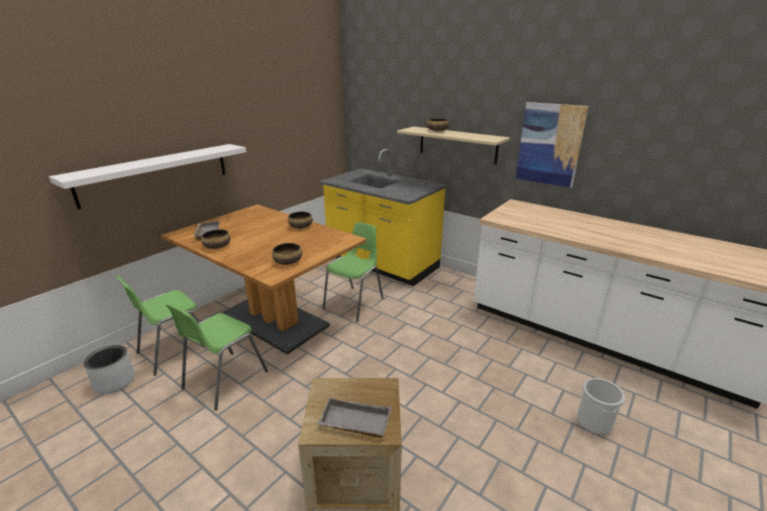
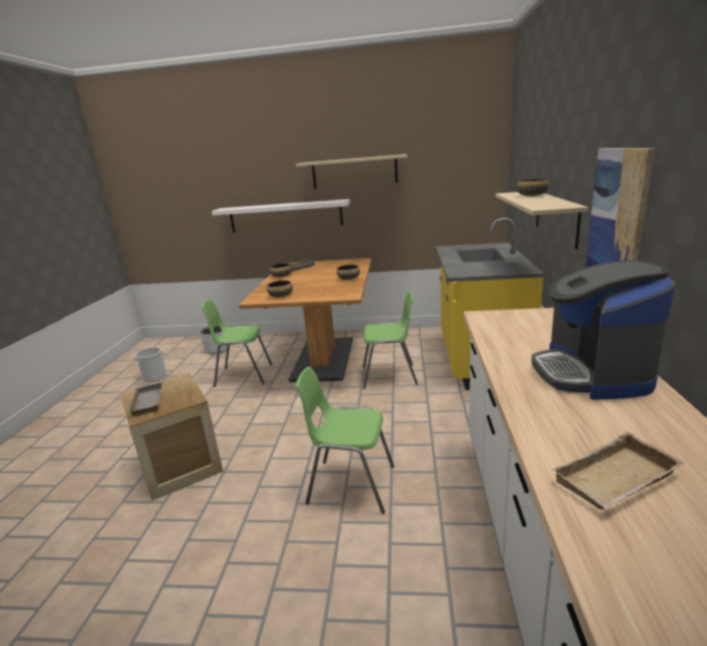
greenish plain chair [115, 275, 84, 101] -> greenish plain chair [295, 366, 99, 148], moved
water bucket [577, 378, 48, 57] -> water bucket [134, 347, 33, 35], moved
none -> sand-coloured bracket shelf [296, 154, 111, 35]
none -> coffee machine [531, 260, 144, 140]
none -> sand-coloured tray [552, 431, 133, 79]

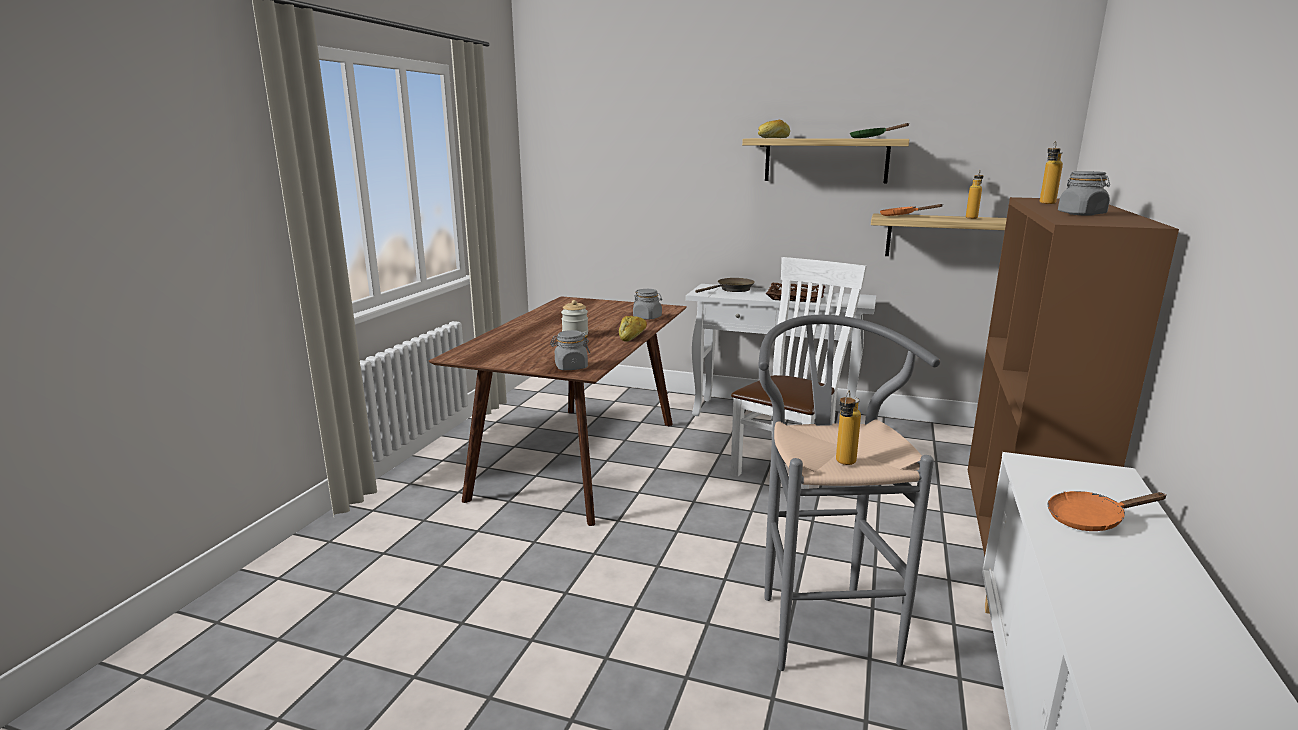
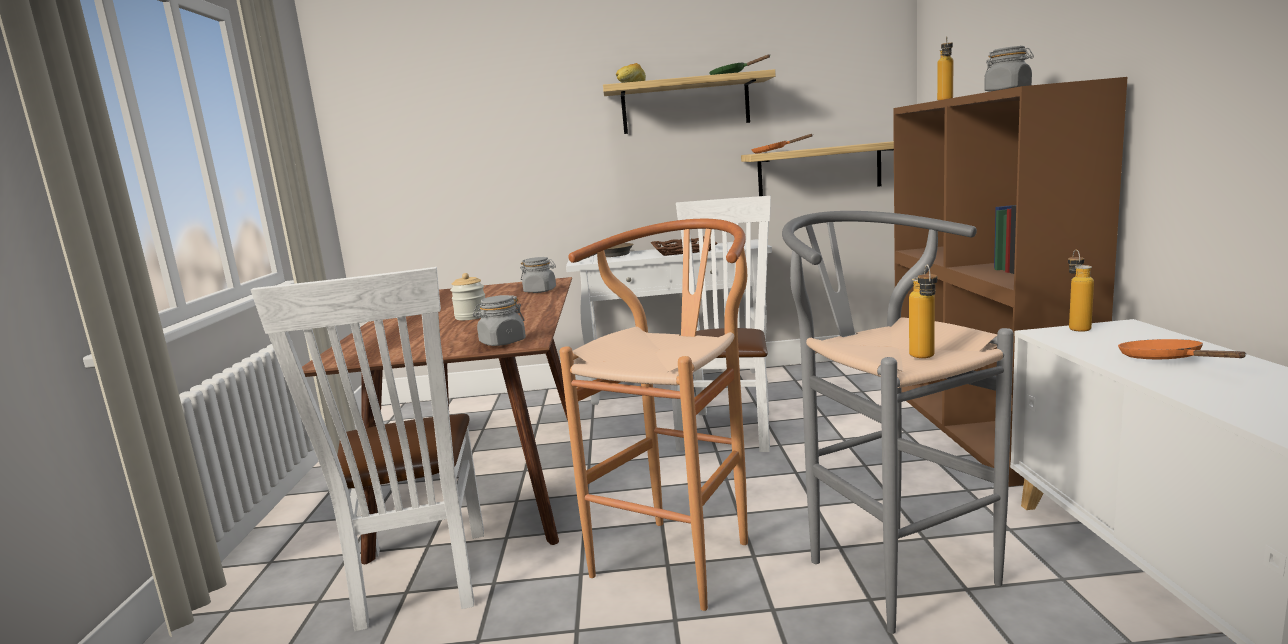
bread [619, 316, 28, 26] -> none
beverage bottle [966, 170, 18, 49] -> beverage bottle [1068, 250, 26, 82], moved
orange frying pan [1048, 491, 119, 40] -> orange frying pan [1118, 339, 128, 20], 105 degrees clockwise
none -> whitish plain chair [251, 267, 233, 364]
none -> brownish sitting stool [560, 219, 188, 392]

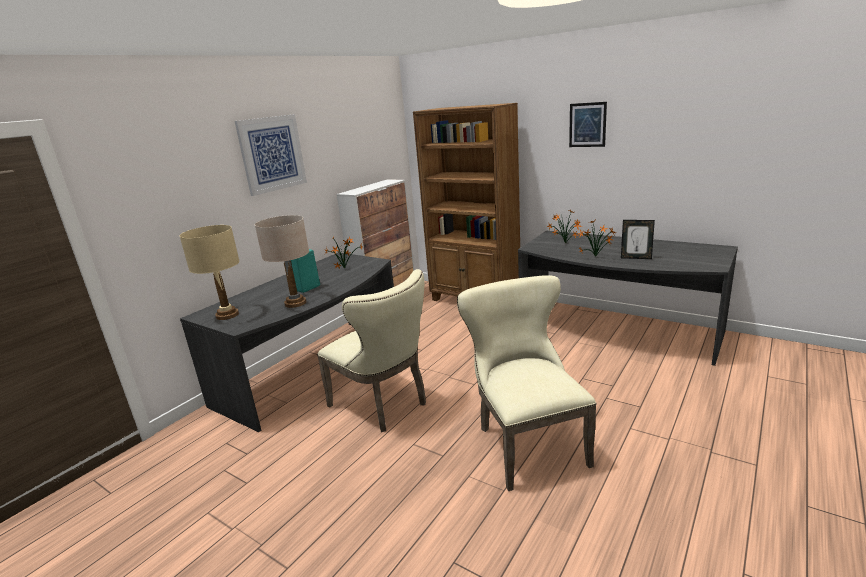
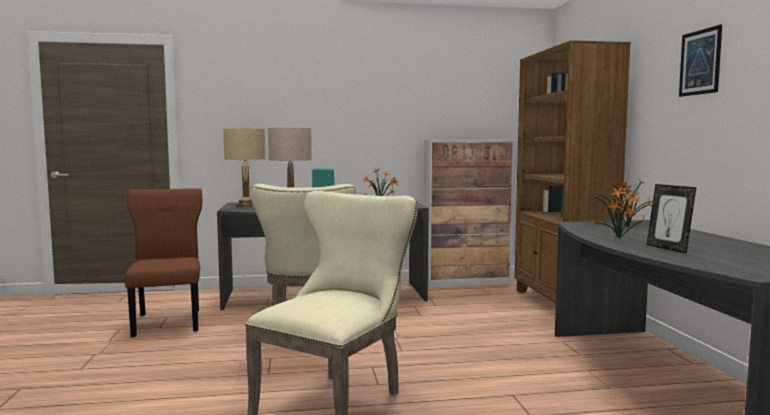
wall art [235, 114, 72, 82] -> none
none -> brownish plain chair [125, 188, 77, 149]

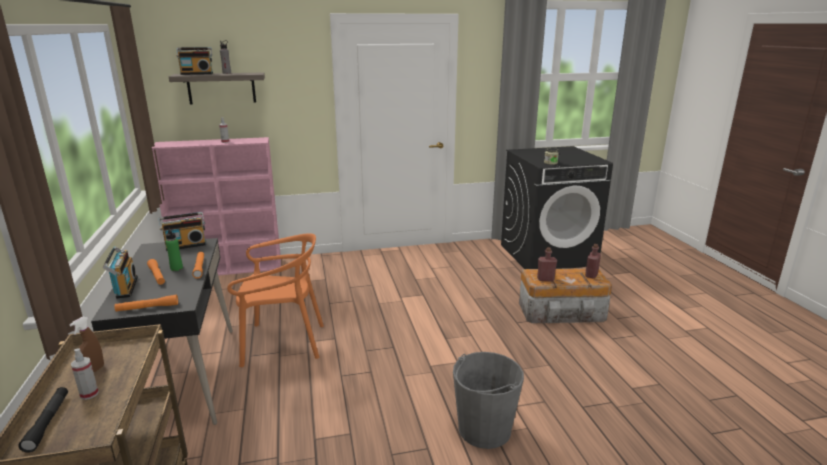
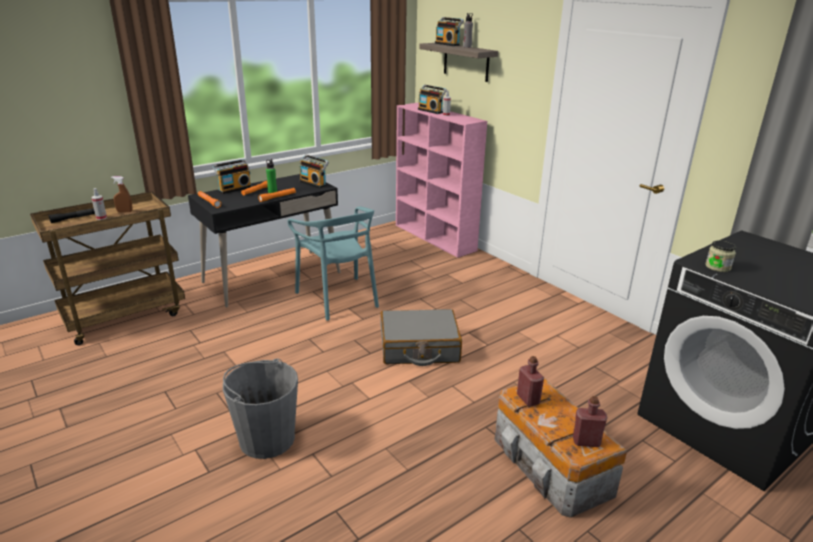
orange plain chair [227, 233, 97, 134] -> blue-green plain chair [288, 207, 91, 114]
none -> grey travel case [380, 309, 82, 57]
none -> radio [418, 85, 29, 29]

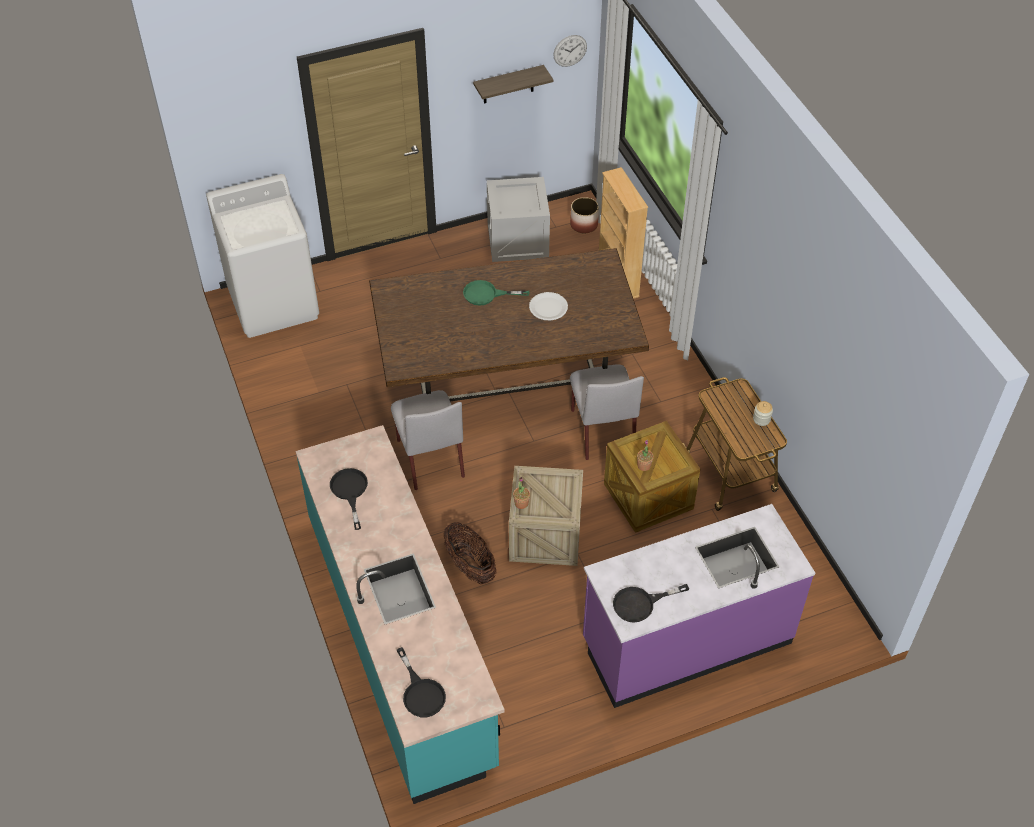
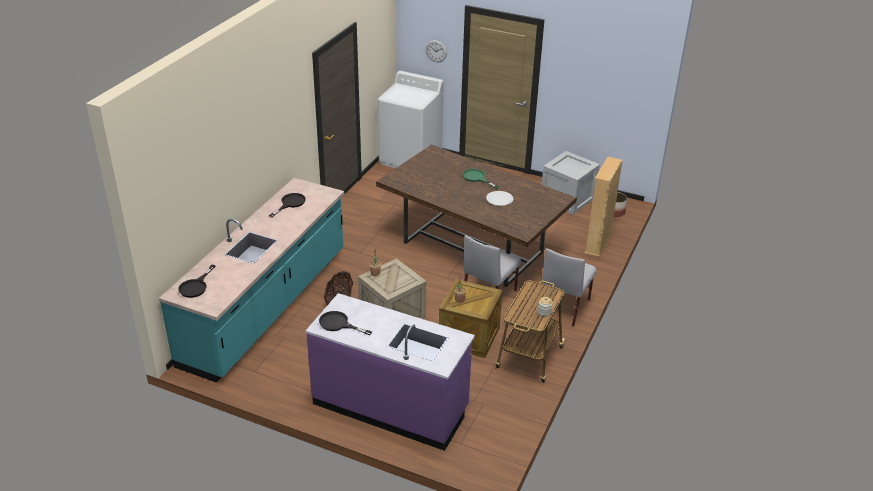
grey plain chair [391, 390, 74, 100] -> grey plain chair [542, 248, 55, 79], moved
bracket shelf [473, 65, 80, 38] -> none
clock on the wall [553, 35, 34, 32] -> clock on the wall [426, 40, 21, 22], moved

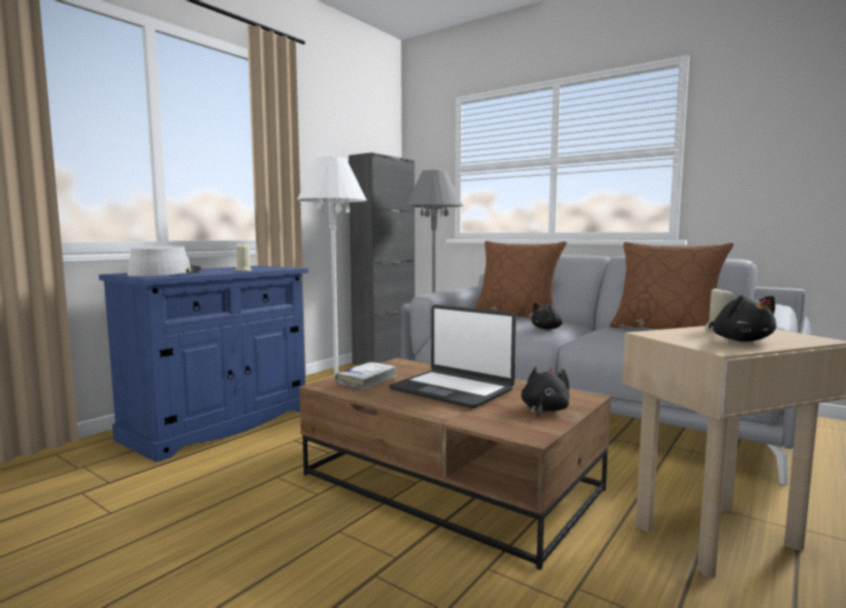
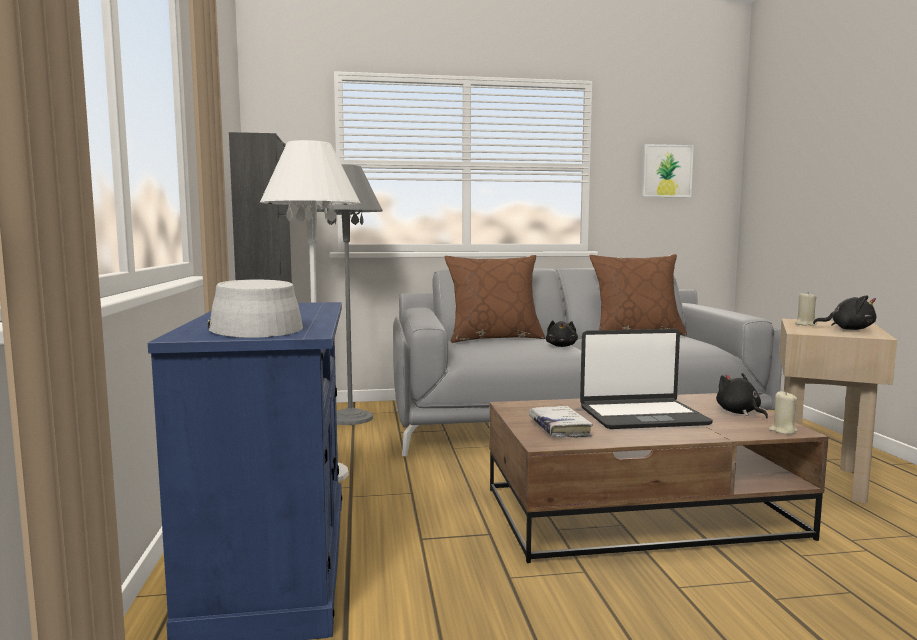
sand-coloured candle [235, 244, 17, 27] -> sand-coloured candle [769, 391, 29, 43], moved
none -> wall art [642, 144, 52, 53]

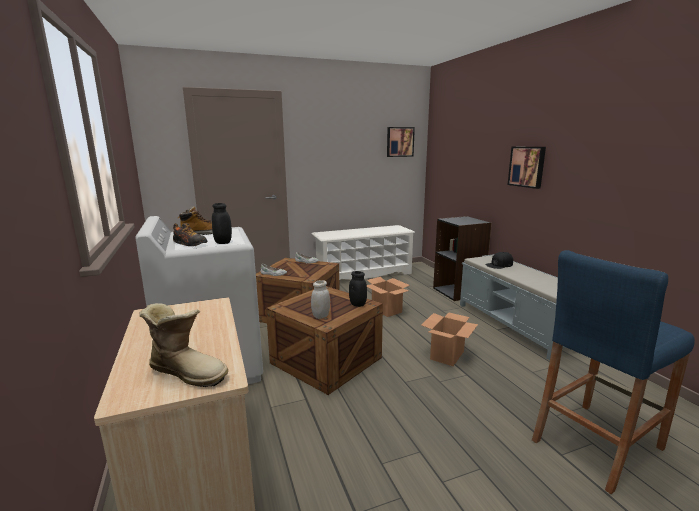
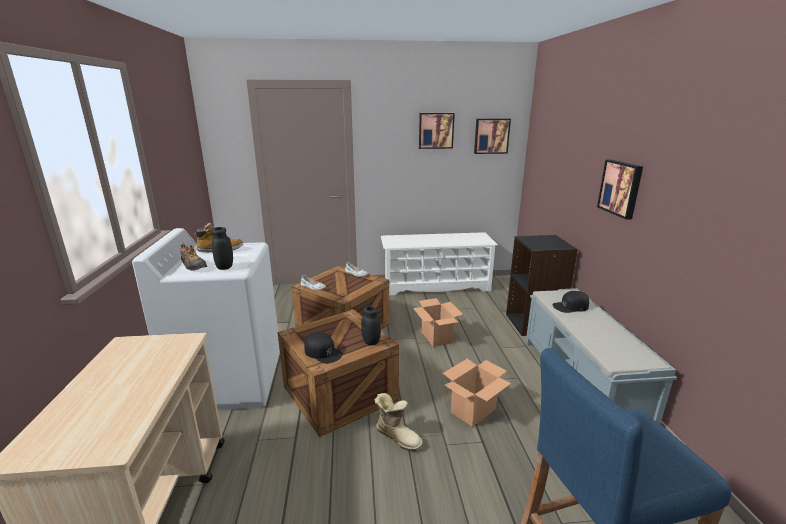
high-top boot [139, 303, 89, 84] -> high-top boot [374, 393, 49, 59], moved
whitish preserve jar [311, 280, 19, 39] -> blackish baseball cap [304, 332, 39, 32]
none -> wall art [419, 113, 36, 36]

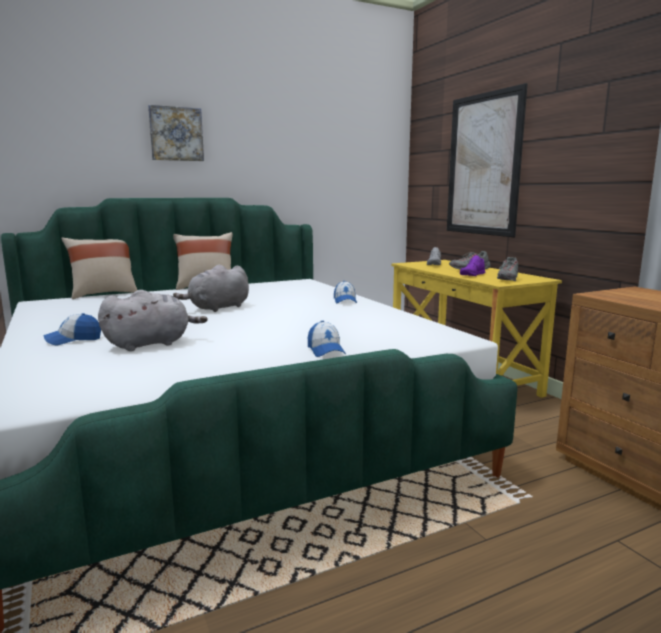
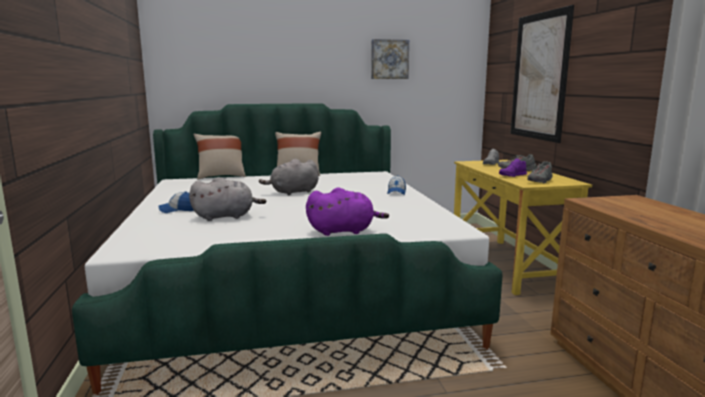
wall art [148, 105, 56, 56] -> wall art [371, 39, 38, 40], moved
baseball cap [308, 321, 38, 36] -> purple-coloured cuddly toy [306, 187, 83, 49]

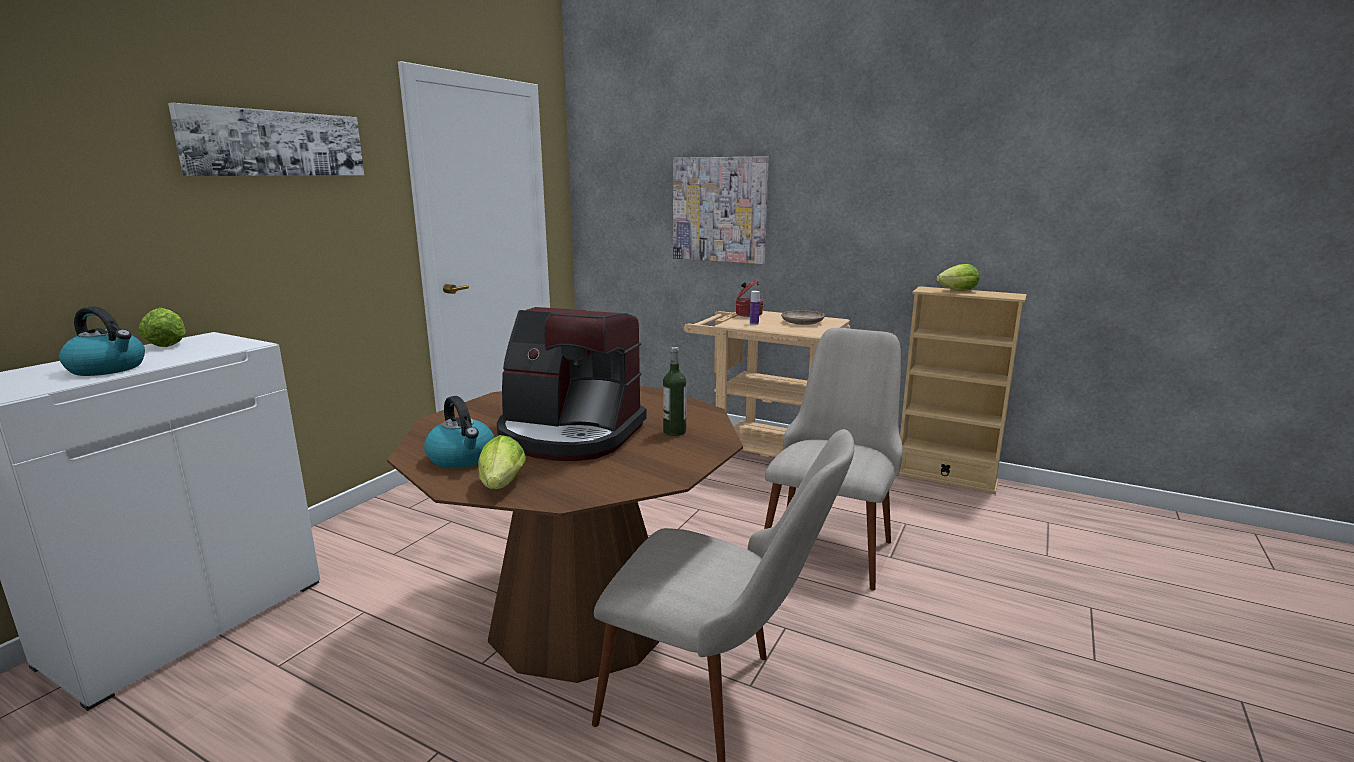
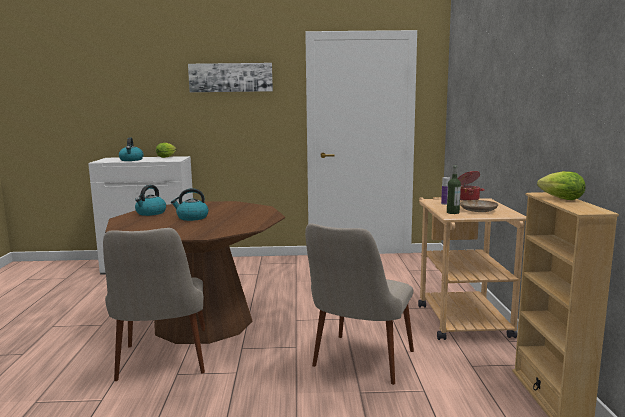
lettuce [478, 435, 48, 54] -> none
coffee machine [497, 307, 150, 154] -> tea kettle [171, 188, 38, 33]
beverage bottle [663, 347, 23, 89] -> beverage bottle [447, 165, 14, 49], moved
wall art [673, 156, 96, 108] -> none
sand-coloured plain chair [764, 328, 139, 263] -> sand-coloured plain chair [305, 224, 109, 161], 120 degrees clockwise

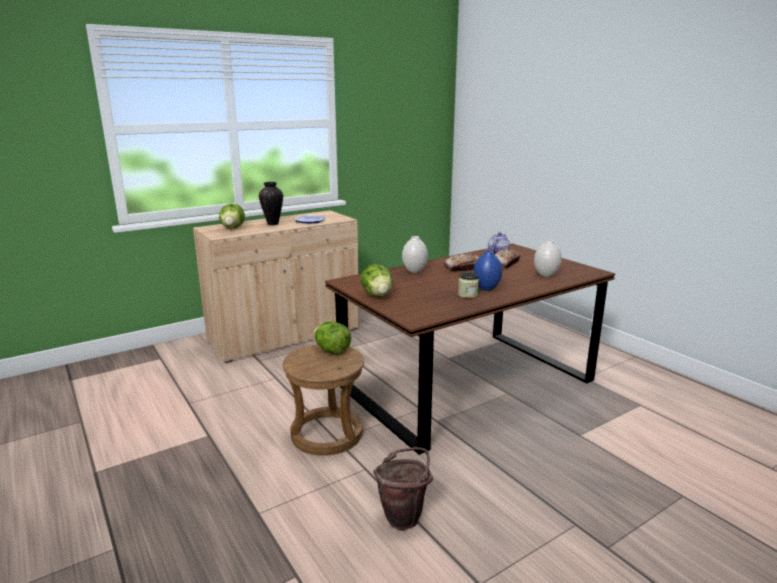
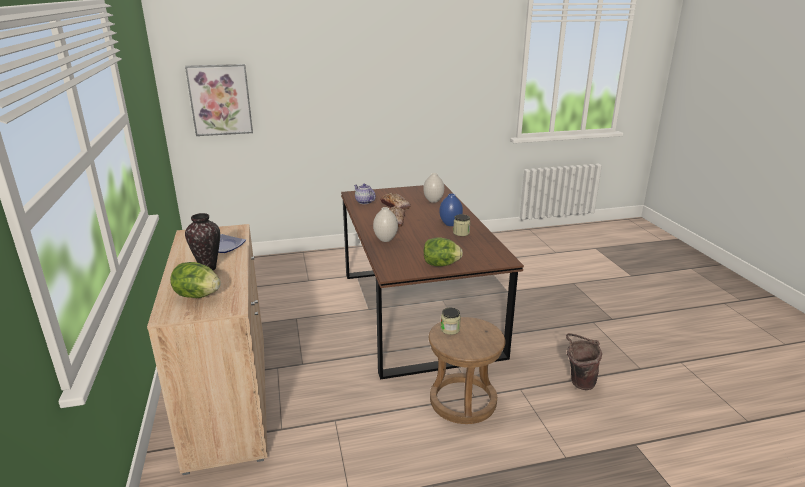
lettuce [314, 321, 37, 33] -> preserve jar [441, 308, 20, 27]
none -> wall art [185, 64, 68, 72]

